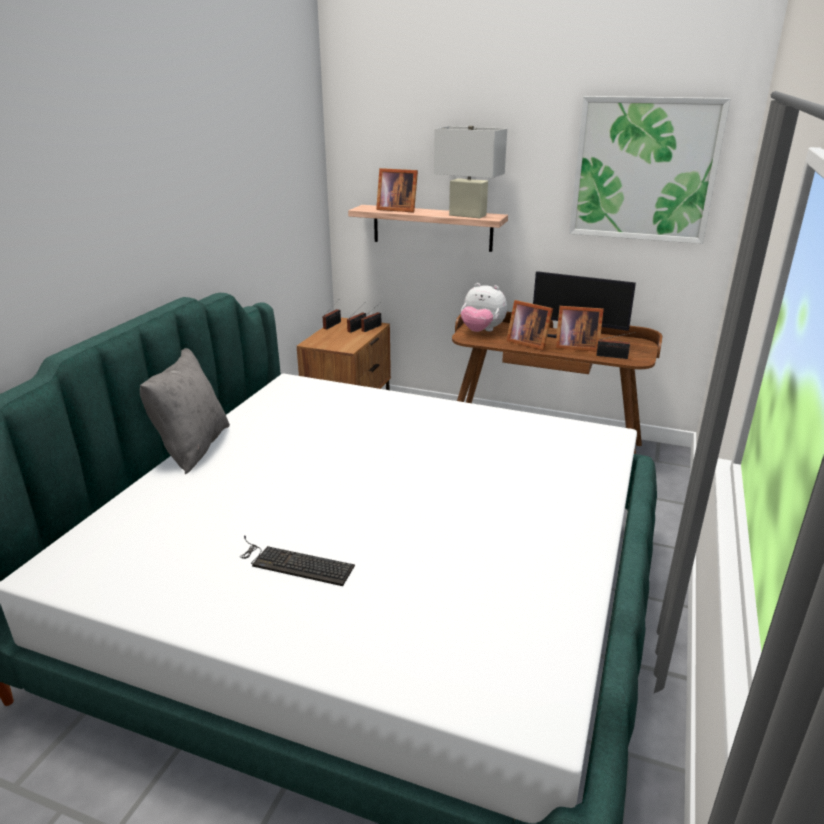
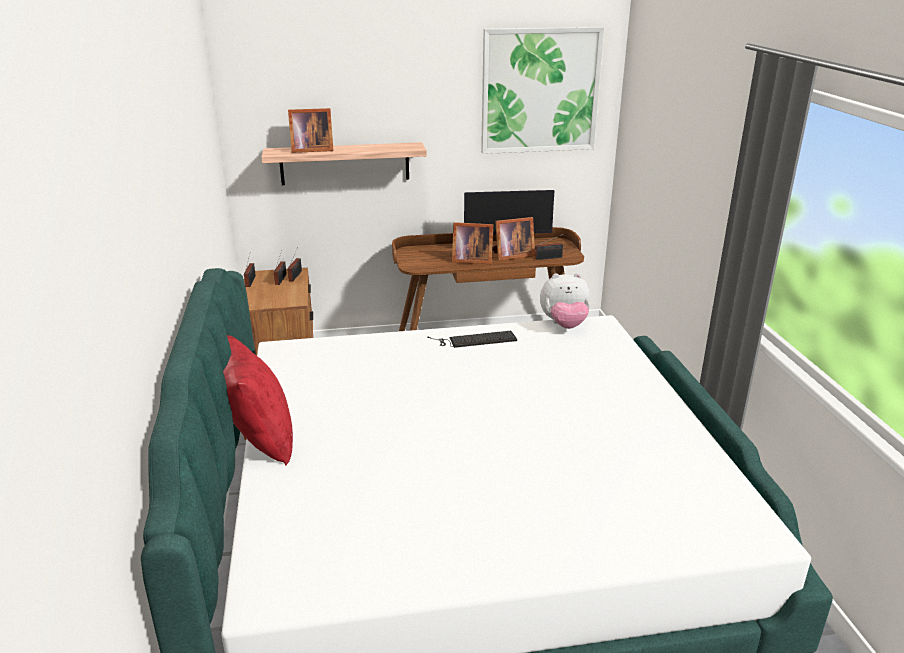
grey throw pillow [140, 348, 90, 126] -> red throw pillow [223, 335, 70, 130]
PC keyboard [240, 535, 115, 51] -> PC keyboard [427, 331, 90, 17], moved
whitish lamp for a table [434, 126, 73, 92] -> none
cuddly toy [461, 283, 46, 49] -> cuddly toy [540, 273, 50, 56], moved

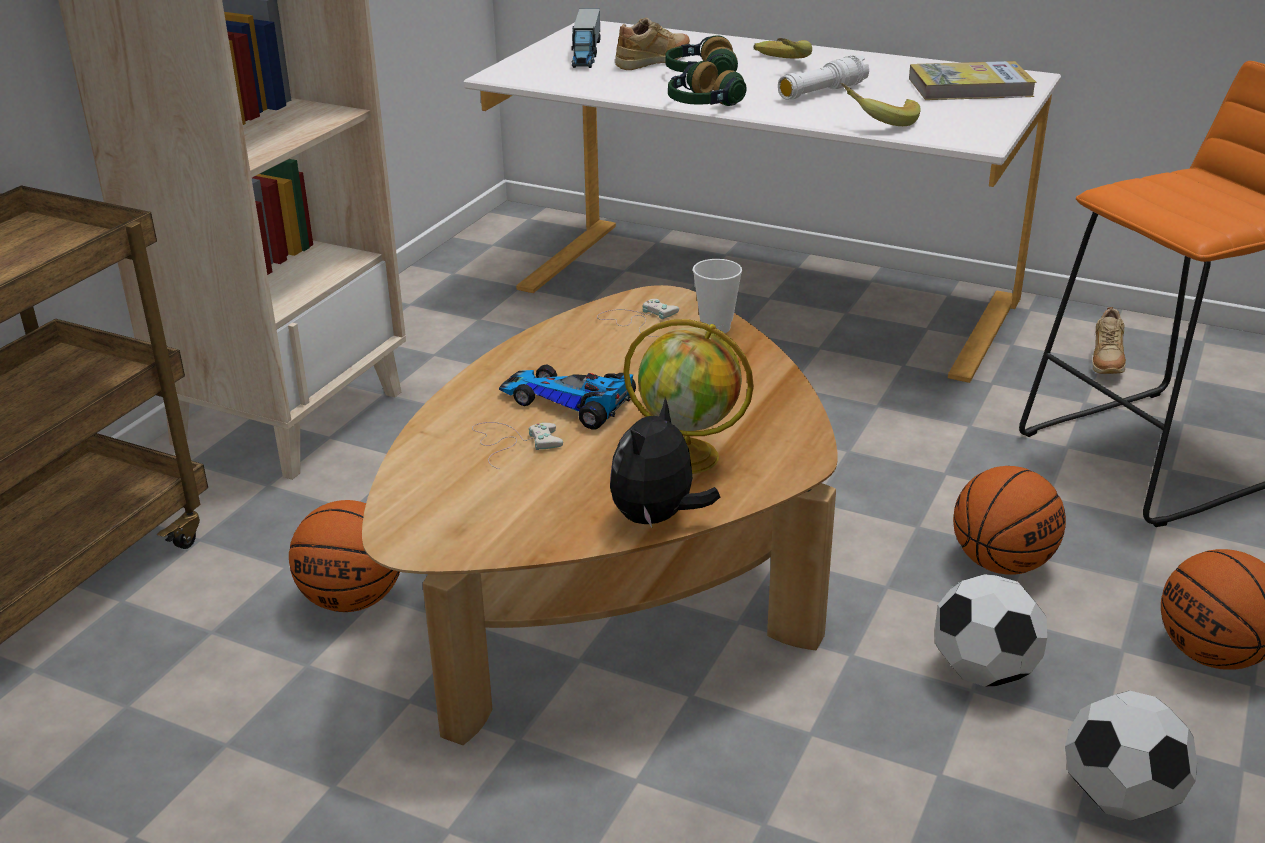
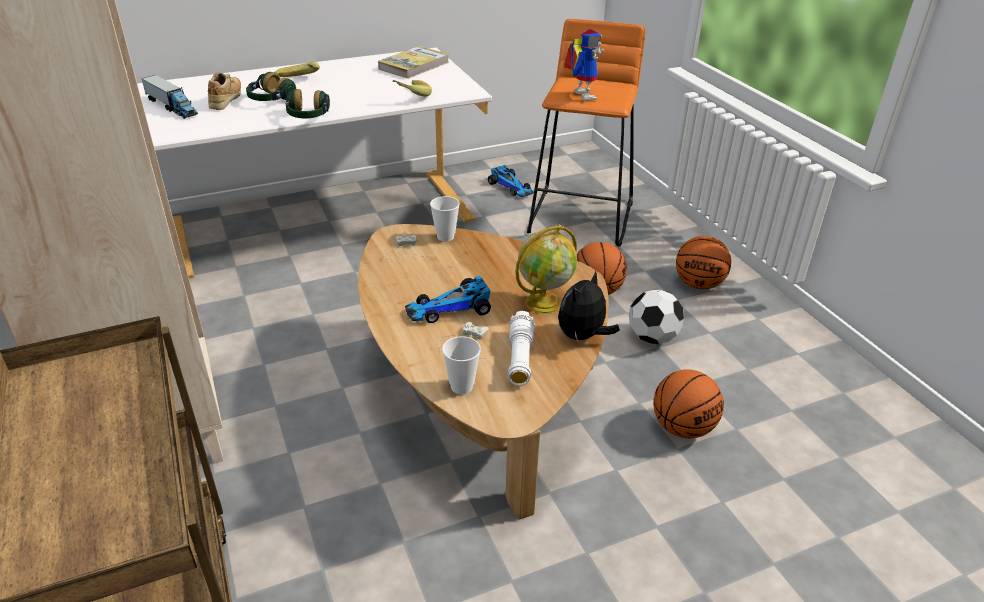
ball for basketball [289, 500, 111, 112] -> ball for basketball [653, 369, 71, 69], moved
cuddly toy [610, 397, 110, 130] -> cuddly toy [558, 271, 62, 71], 60 degrees clockwise
whitish hand torch [778, 55, 91, 45] -> whitish hand torch [508, 311, 27, 75], moved
football [1065, 691, 132, 130] -> none
sand-coloured item of footwear [1093, 307, 33, 67] -> miniature car [488, 165, 46, 32]
none -> drinking cup [442, 336, 39, 58]
none -> toy robot [563, 29, 41, 72]

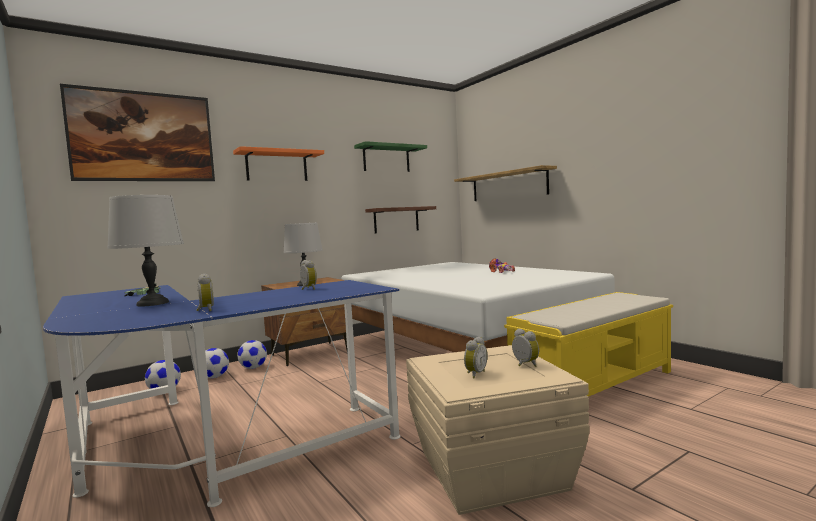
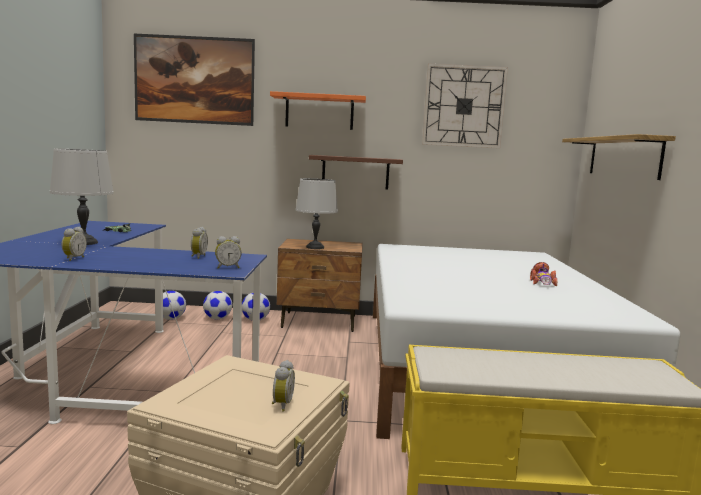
greenish bracket shelf [354, 141, 73, 31] -> clock on the wall [422, 64, 86, 84]
brownish bracket shelf [365, 206, 71, 27] -> brownish bracket shelf [309, 155, 94, 35], moved
alarm clock [464, 336, 23, 43] -> alarm clock [215, 236, 27, 33], moved

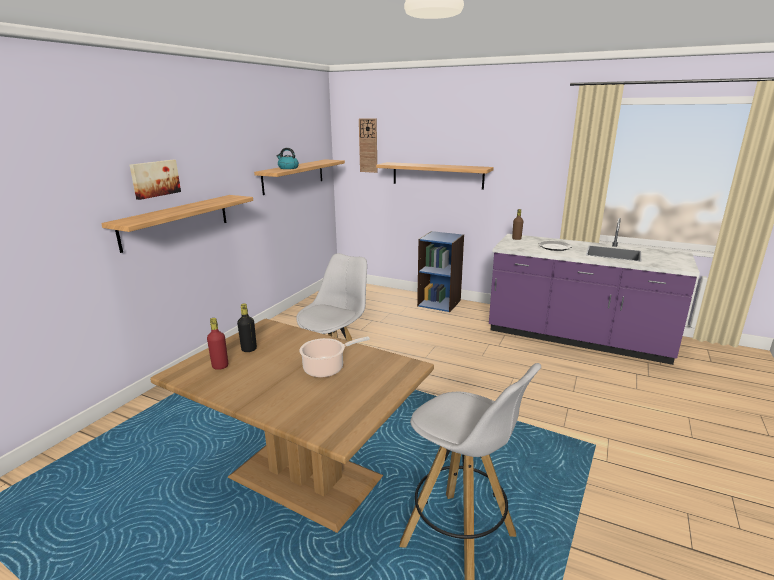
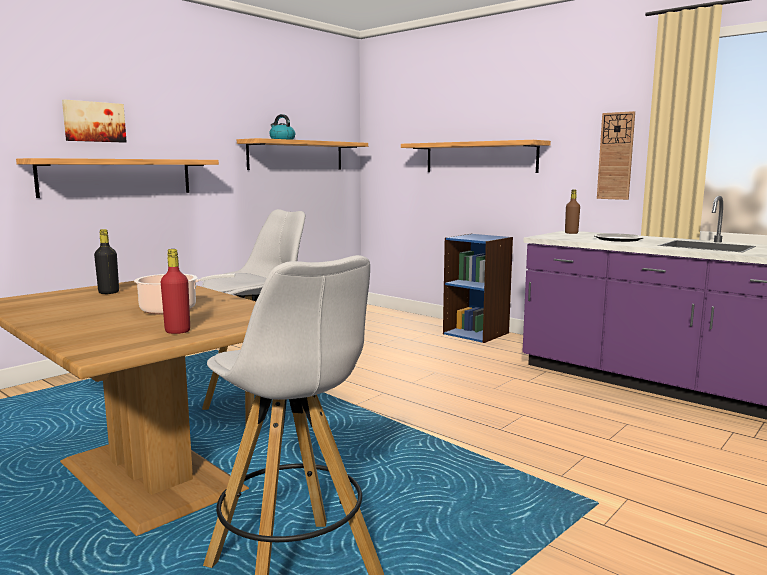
red beverage bottle [207, 318, 21, 52] -> red beverage bottle [161, 249, 29, 85], moved
clock on the wall [359, 118, 18, 55] -> clock on the wall [597, 111, 38, 89], moved

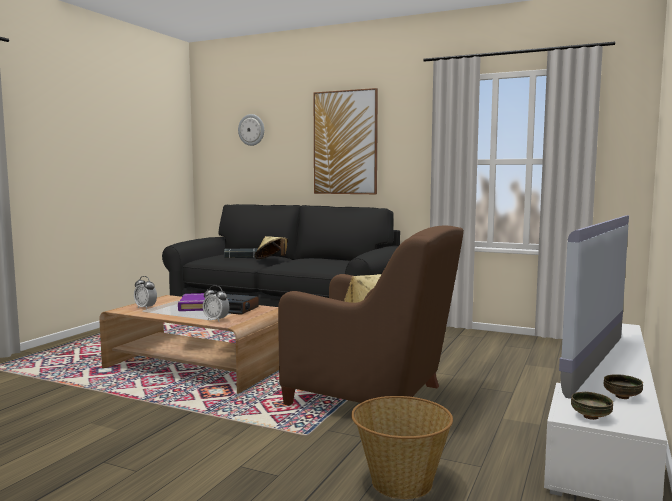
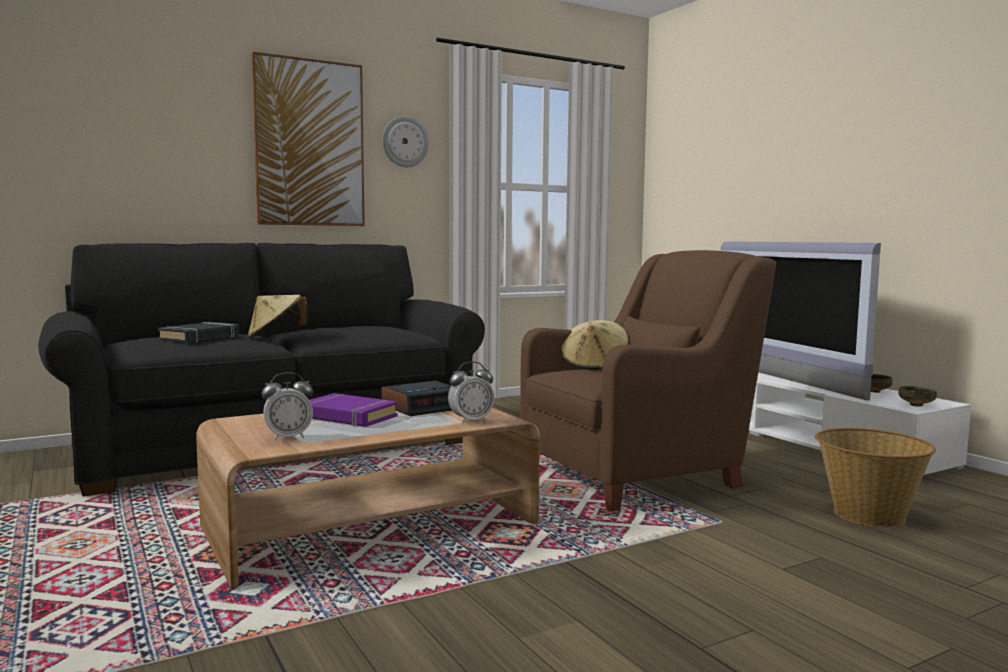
clock on the wall [238, 114, 26, 32] -> clock on the wall [382, 116, 47, 51], moved

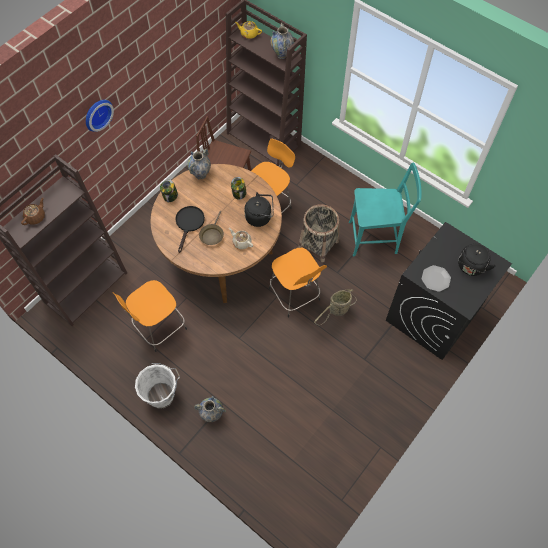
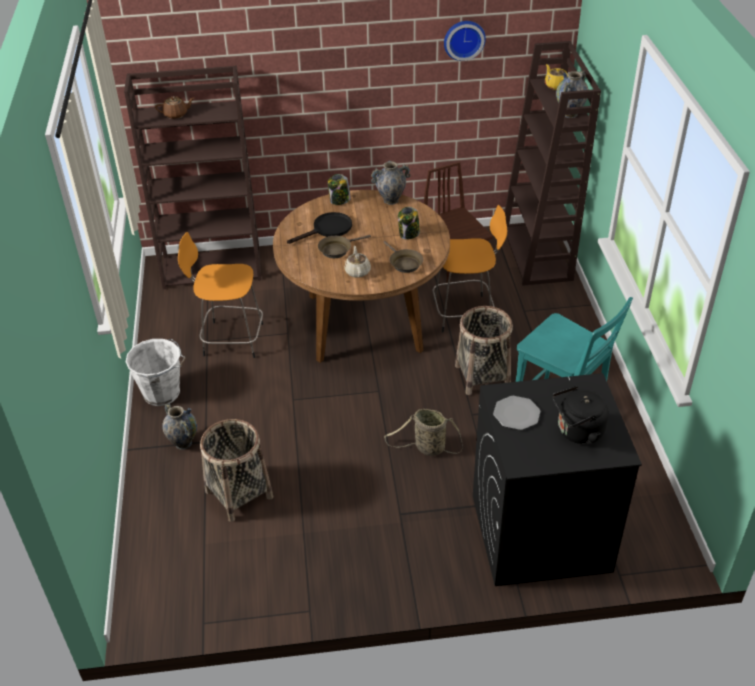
clock on the wall [86, 100, 28, 32] -> clock on the wall [444, 21, 42, 40], moved
blackish tea kettle [244, 192, 30, 35] -> brownish frying pan [384, 241, 39, 32]
orange sitting stool [269, 248, 58, 70] -> none
none -> storage basket [200, 419, 73, 103]

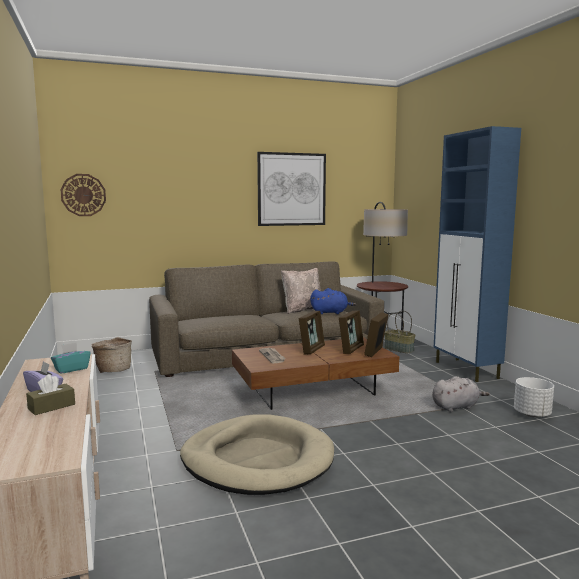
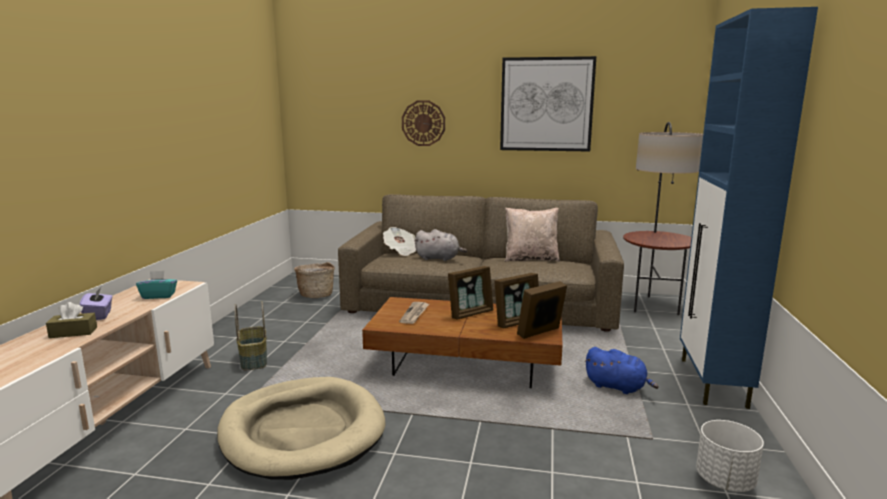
clock on the wall [61, 174, 45, 42] -> clock on the wall [402, 100, 43, 46], moved
bluish cuddly toy [310, 288, 46, 26] -> bluish cuddly toy [585, 347, 74, 47], moved
storage basket [385, 311, 31, 42] -> storage basket [234, 301, 33, 69], moved
grey cuddly toy [432, 376, 58, 36] -> grey cuddly toy [415, 229, 52, 32], moved
none -> printed paper [383, 227, 33, 29]

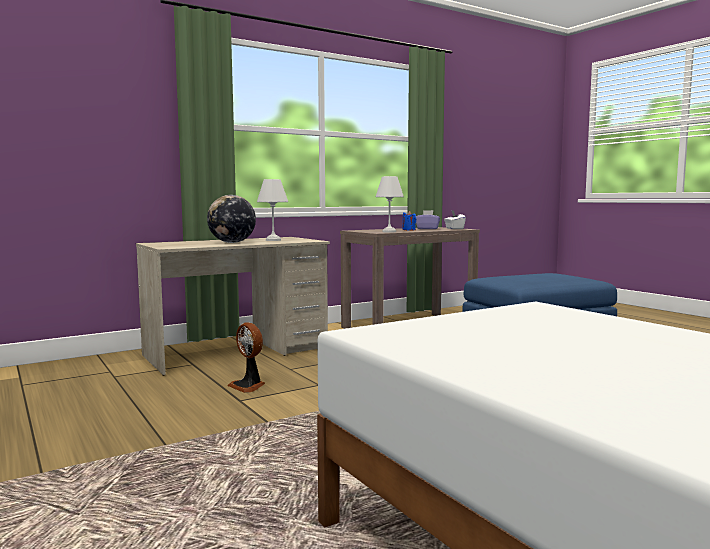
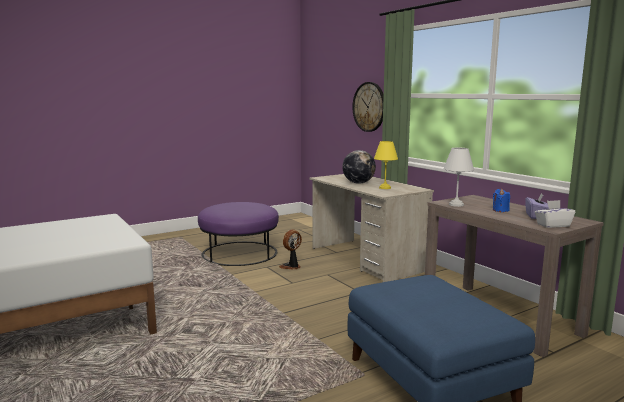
whitish lamp for a table [257, 179, 31, 62] -> yellow-coloured lamp for a table [374, 141, 24, 48]
none -> purple-coloured ottoman [198, 202, 81, 64]
none -> clock on the wall [352, 82, 32, 50]

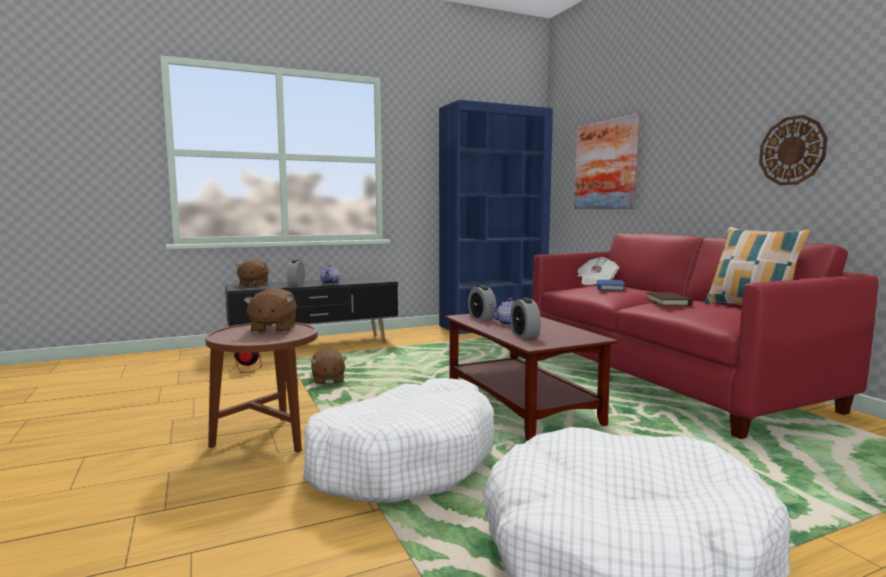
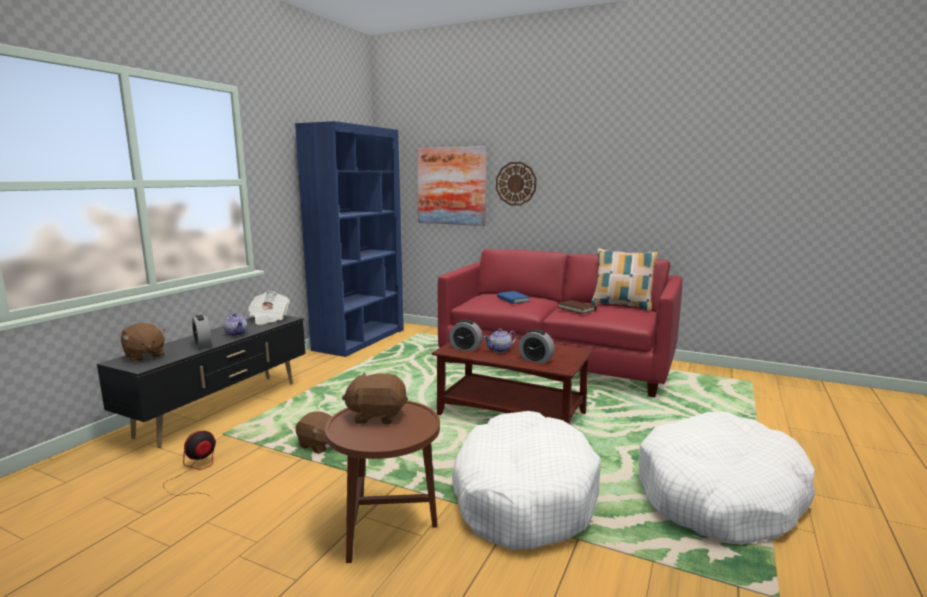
brownish cuddly toy [244, 288, 53, 46] -> brownish cuddly toy [342, 373, 66, 51], 135 degrees clockwise
printed paper [577, 257, 42, 28] -> printed paper [248, 291, 42, 34], moved
clock on the wall [759, 115, 69, 70] -> clock on the wall [496, 162, 40, 44], moved

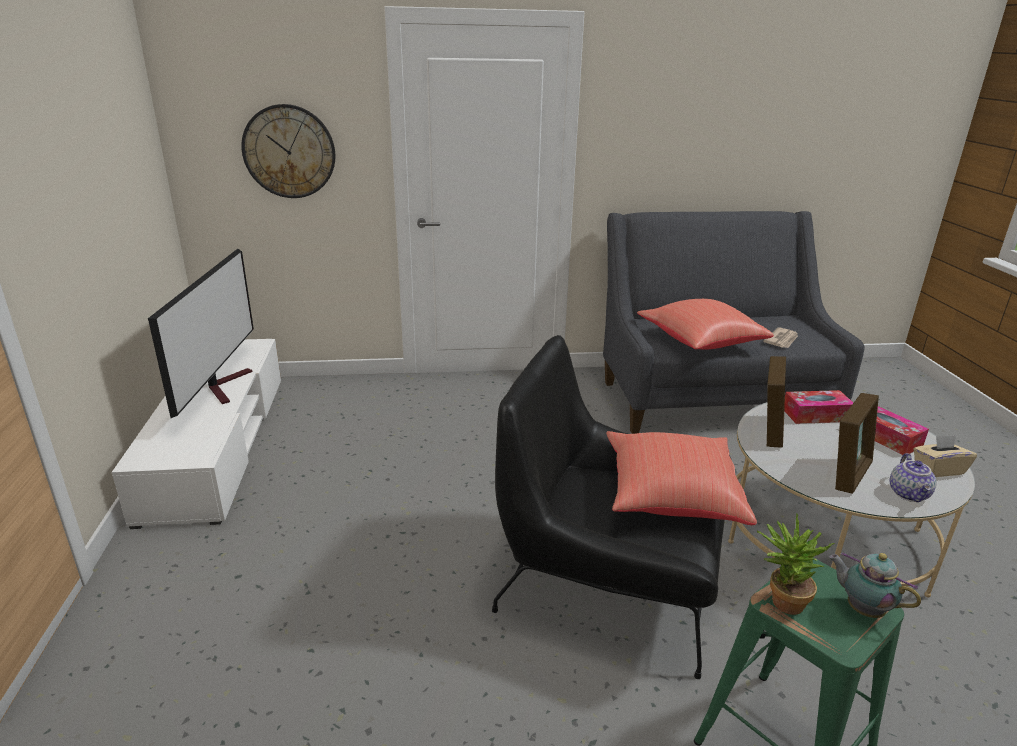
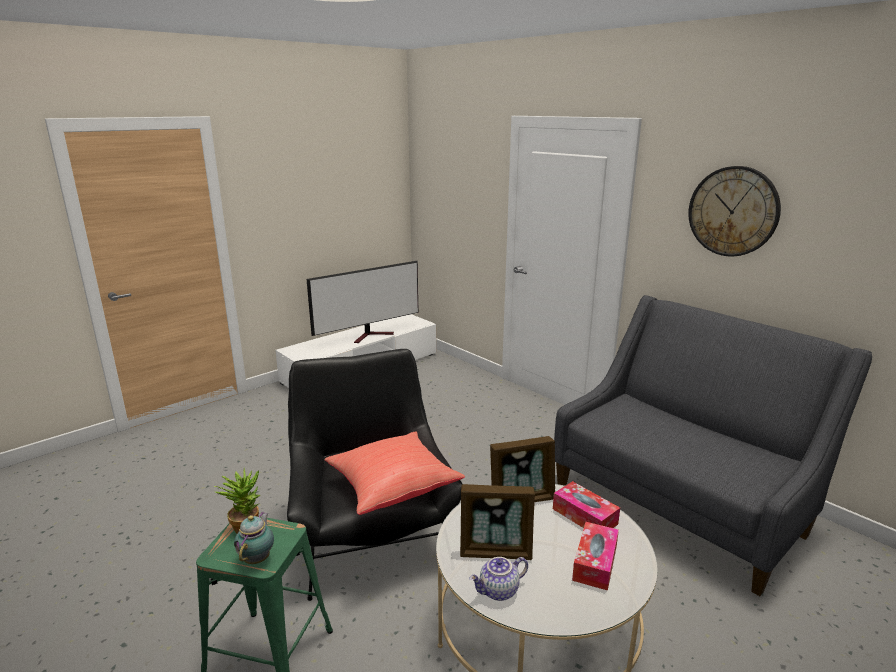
clock on the wall [241, 104, 94, 94] -> clock on the wall [688, 166, 93, 90], moved
red throw pillow [637, 299, 137, 50] -> none
printed paper [763, 327, 35, 21] -> none
sand-coloured tissue box [913, 435, 64, 42] -> none

